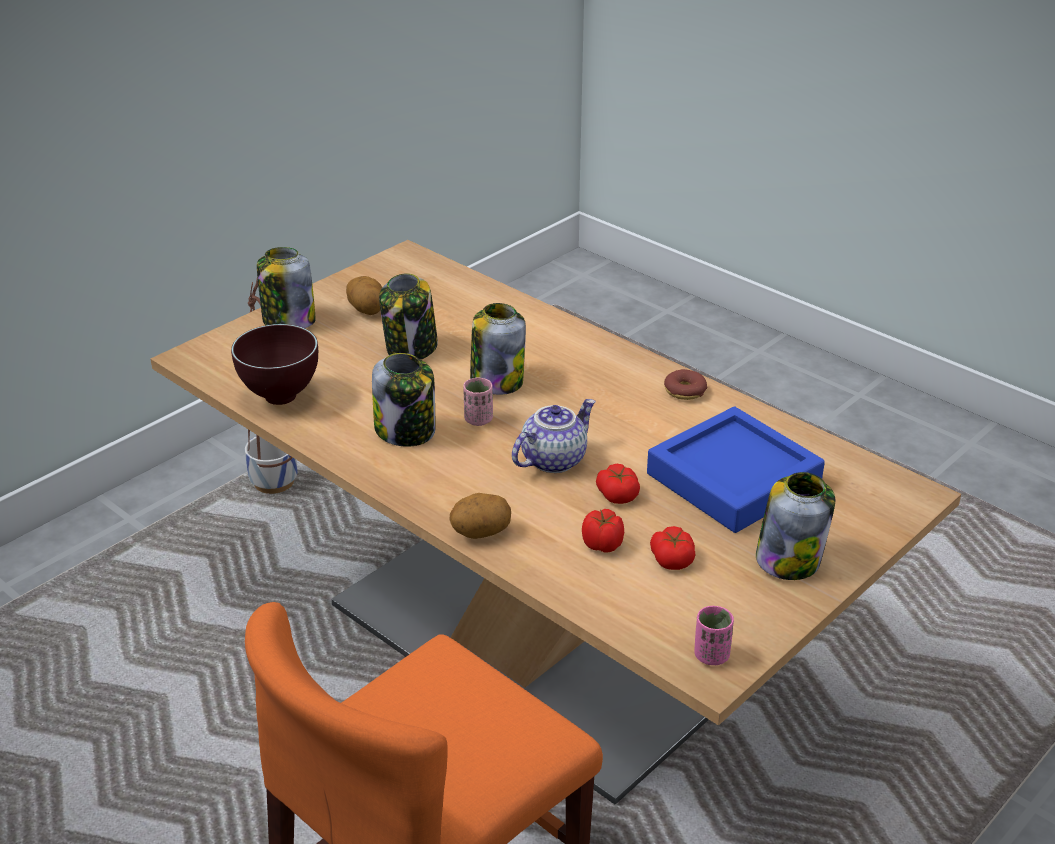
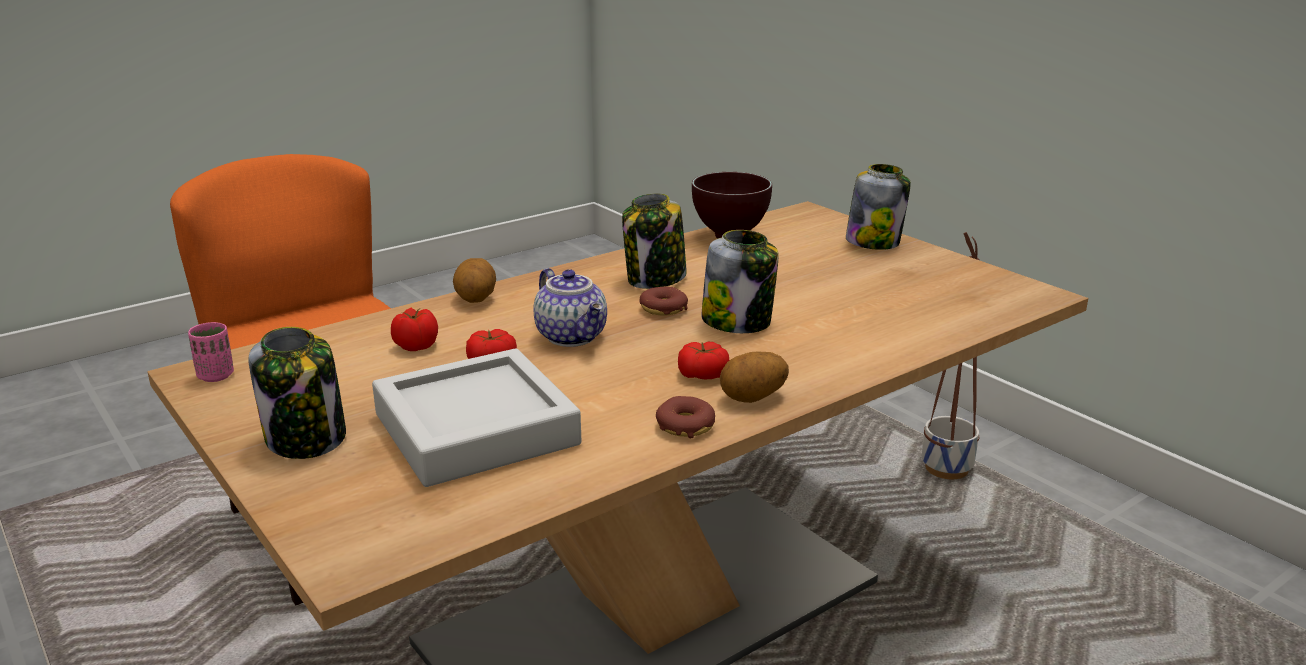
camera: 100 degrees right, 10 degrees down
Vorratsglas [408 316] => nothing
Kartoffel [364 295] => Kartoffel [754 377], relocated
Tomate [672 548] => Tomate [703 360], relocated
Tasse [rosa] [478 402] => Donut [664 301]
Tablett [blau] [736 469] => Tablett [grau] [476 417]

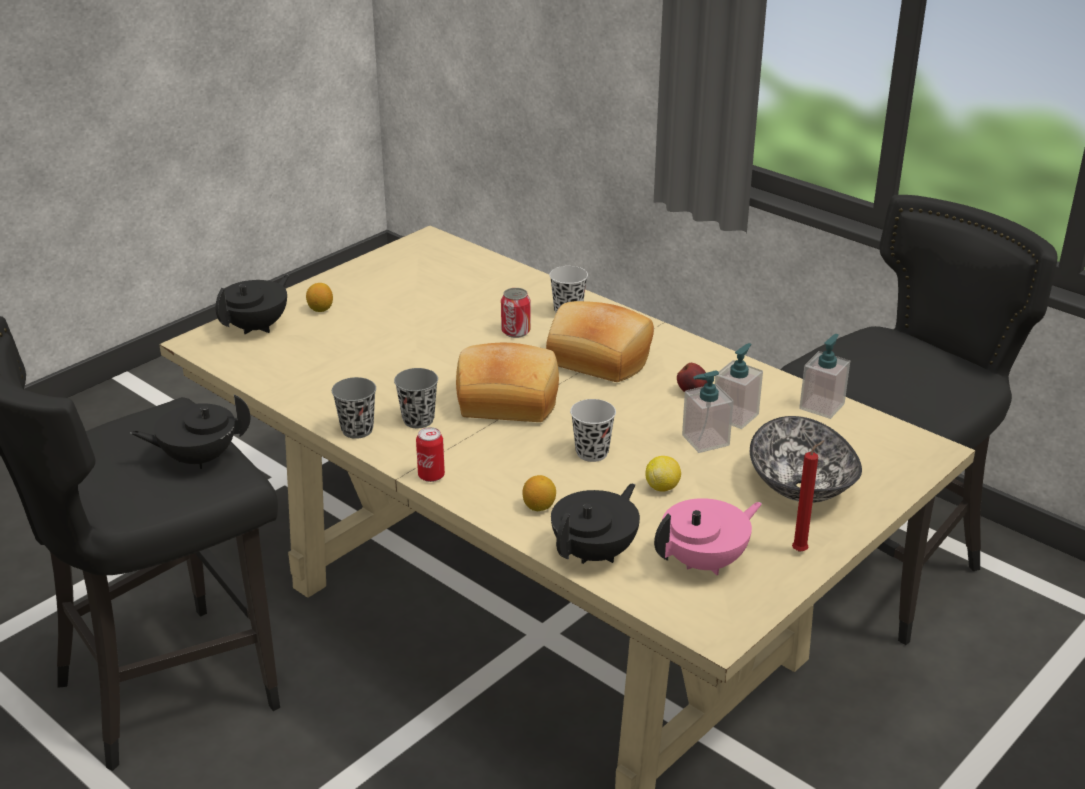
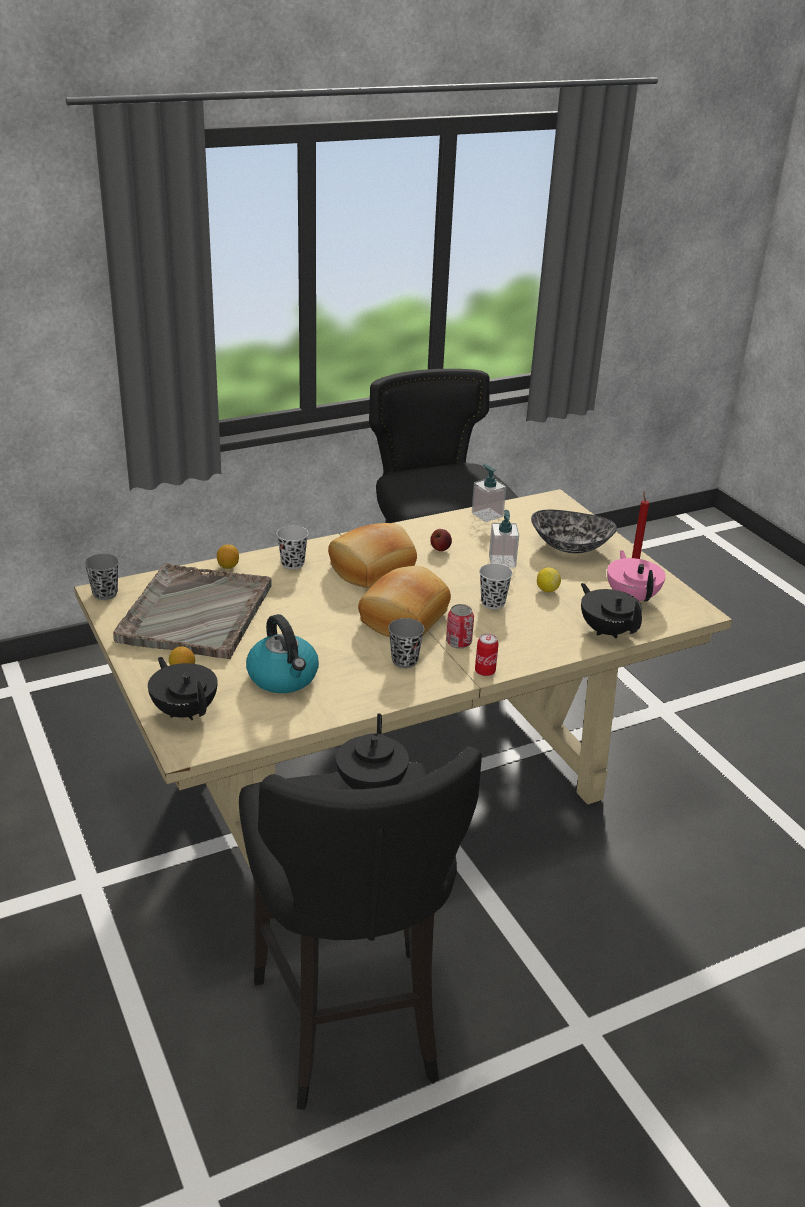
camera: 70 degrees left, 0 degrees up
Seifenspender [739 386] => nothing
nothing => Tablett [grau] [192 611]
nothing => Wasserkessel [282 653]
Tasse [grau] [354 408] => Tasse [grau] [101 577], relocated
Dose [516 313] => Dose [460 626], relocated
Zitrone [539 493] => Zitrone [228 556], relocated

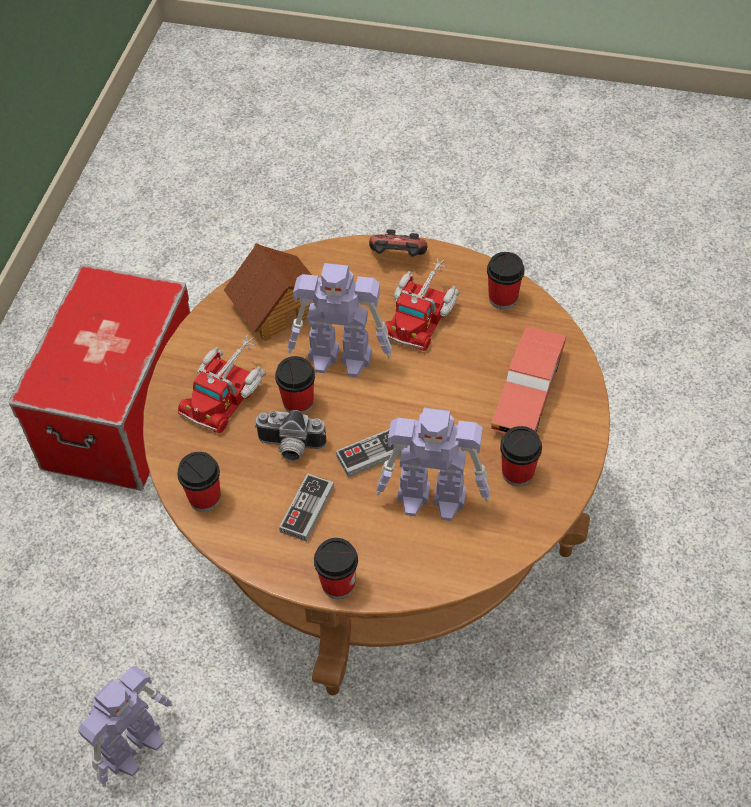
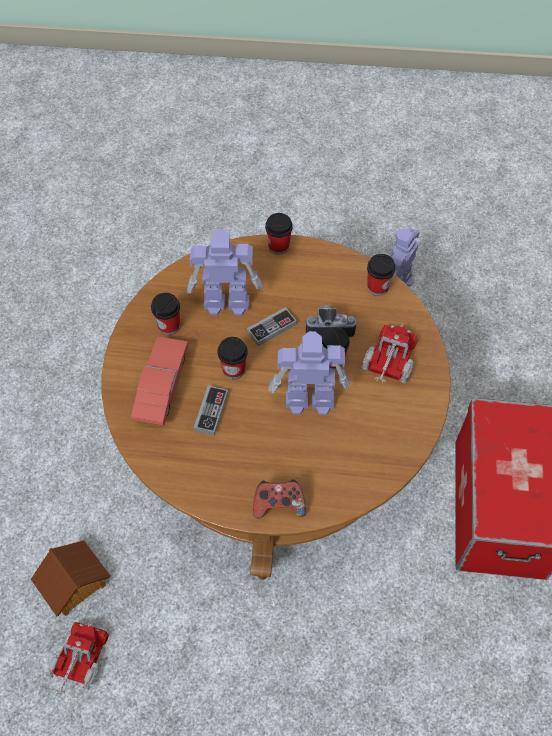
camera: 170 degrees right, 5 degrees up
Spielzeughaus [269 292] => Spielzeughaus [70 578], relocated
Gamepad [306 507] => Gamepad [211 411], relocated
Spielzeuglaster [422 304] => Spielzeuglaster [77 660], relocated
Tasse [506 281] => Tasse [233 358], relocated

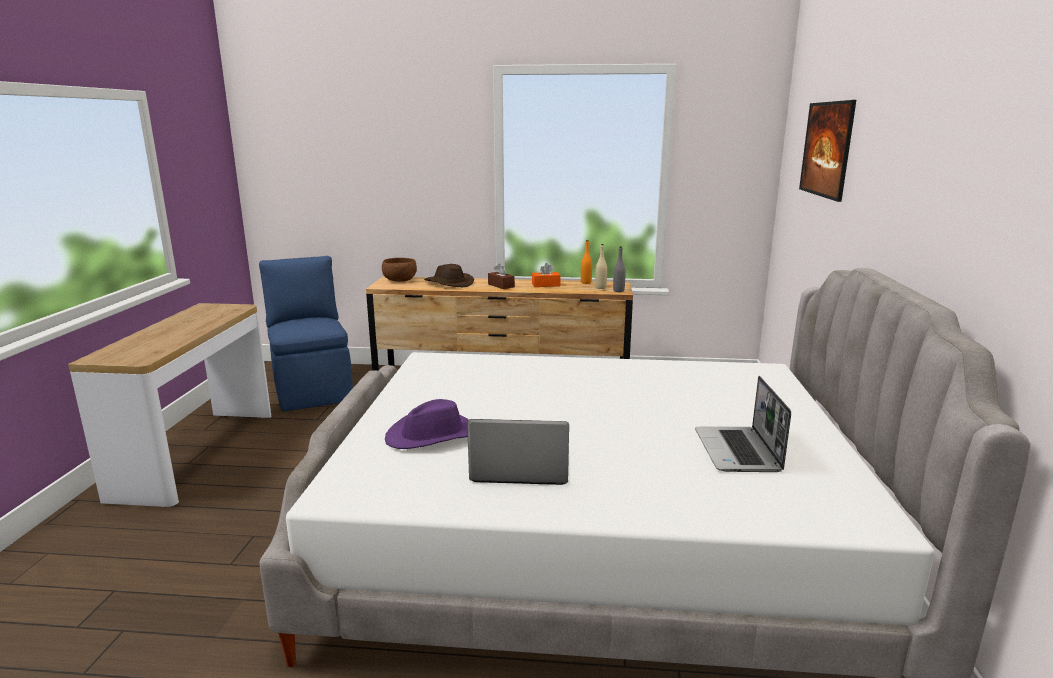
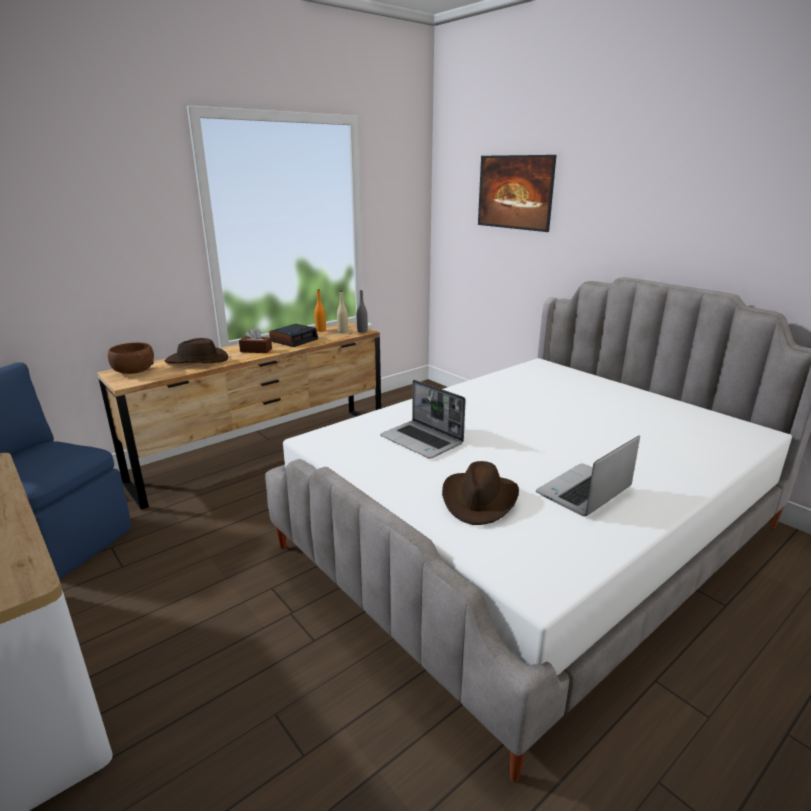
camera: 45 degrees left, 5 degrees up
Laptop [743 424] => Laptop [423 419], relocated
Taschentuchbox [orange] [546 275] => Wecker [293 335]
Hut [lila] [427 424] => Hut [braun] [480 493]

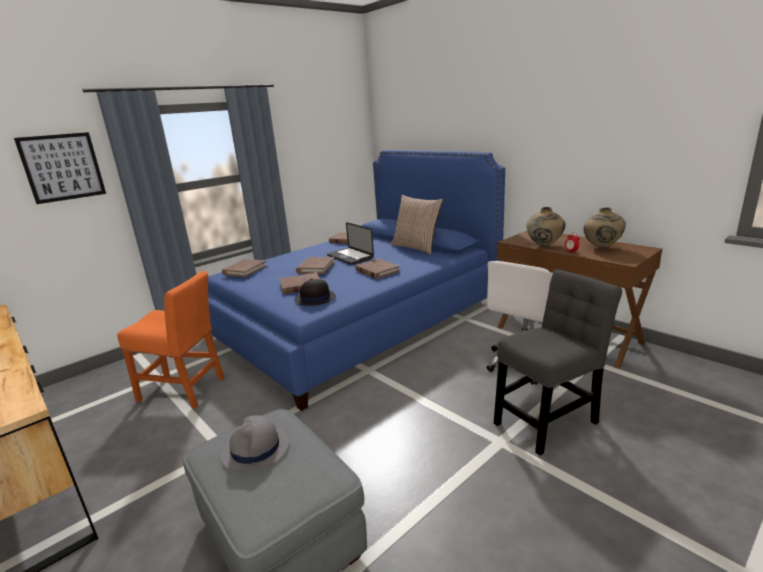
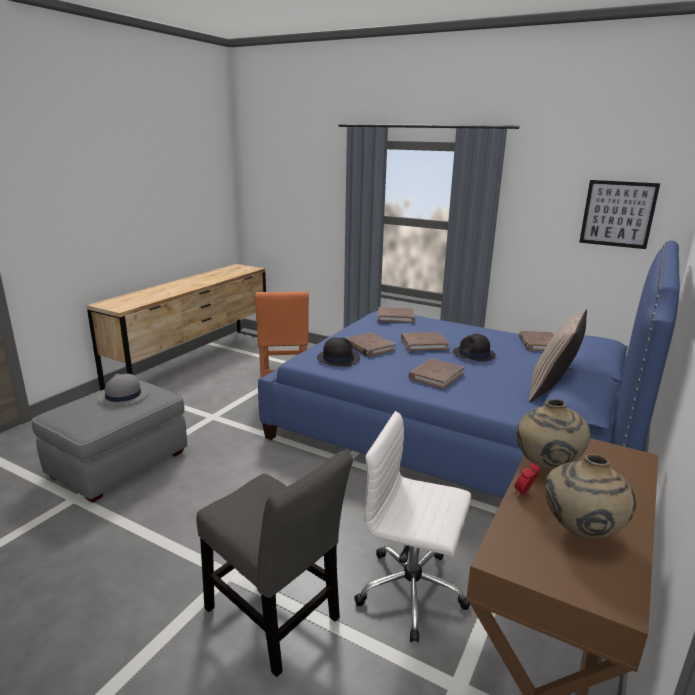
camera: 70 degrees right, 0 degrees up
Bild [60 168] => Bild [619 214], relocated
Laptop [350 243] => Hut [schwarz] [474 347]

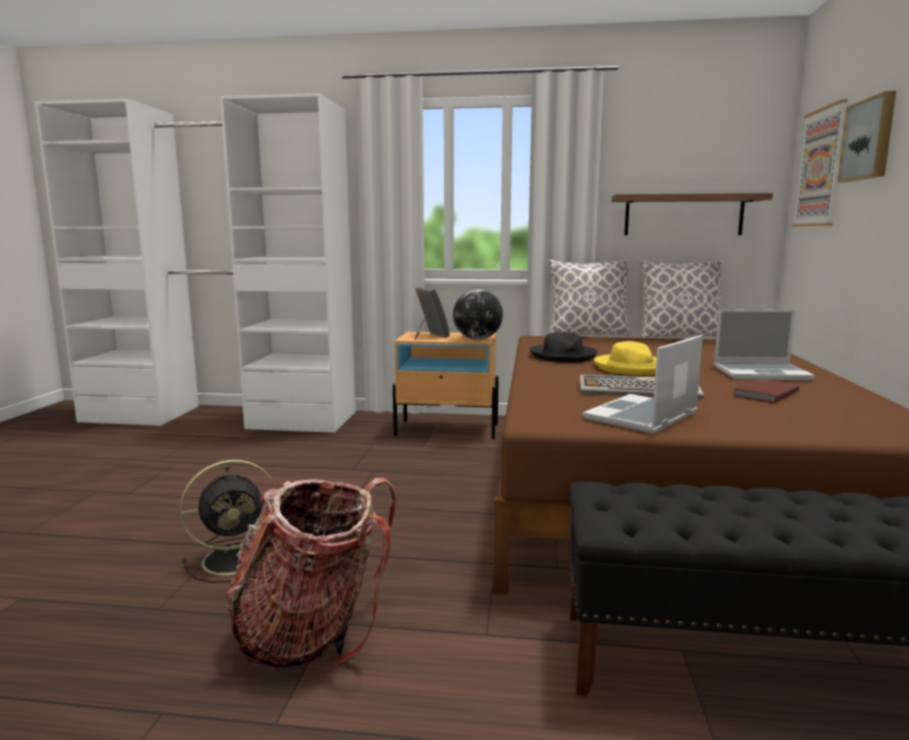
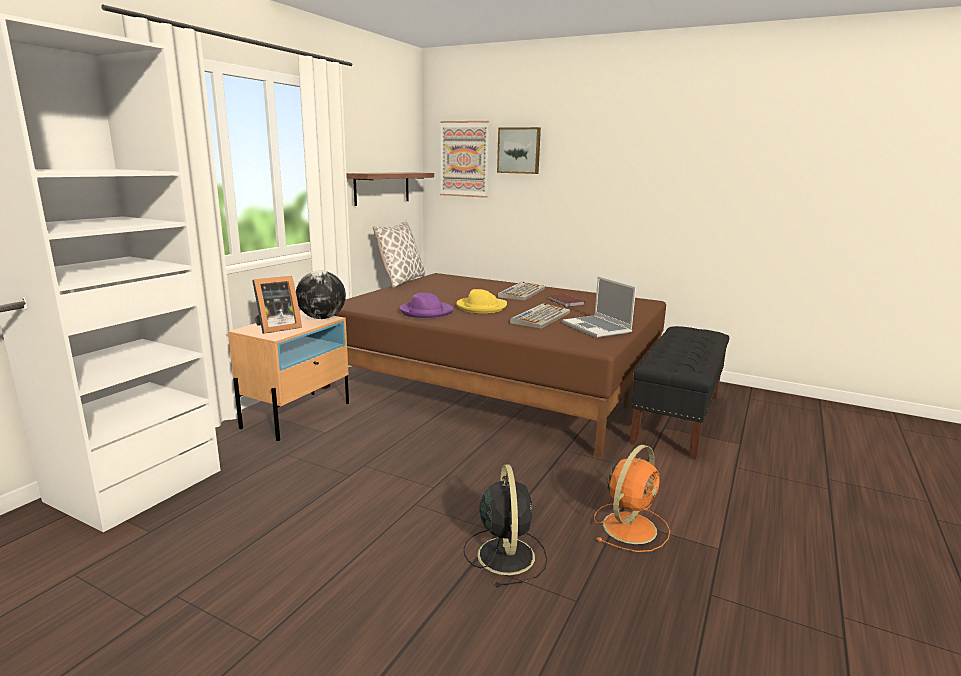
camera: 70 degrees left, 5 degrees up
Kissen [589 298] => nothing
Rucksack [311 574] => Ventilator [orange] [632 498]
Laptop [764 344] => Tastatur [521 291]
Hut [schwarz] [563 347] => Hut [lila] [427 305]
Bilderrahmen [432 313] => Bilderrahmen [277 305], 150 degrees clockwise

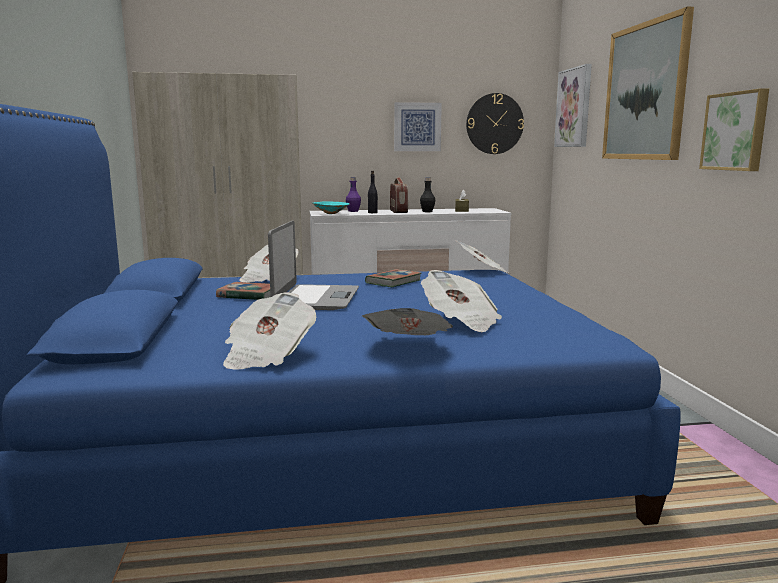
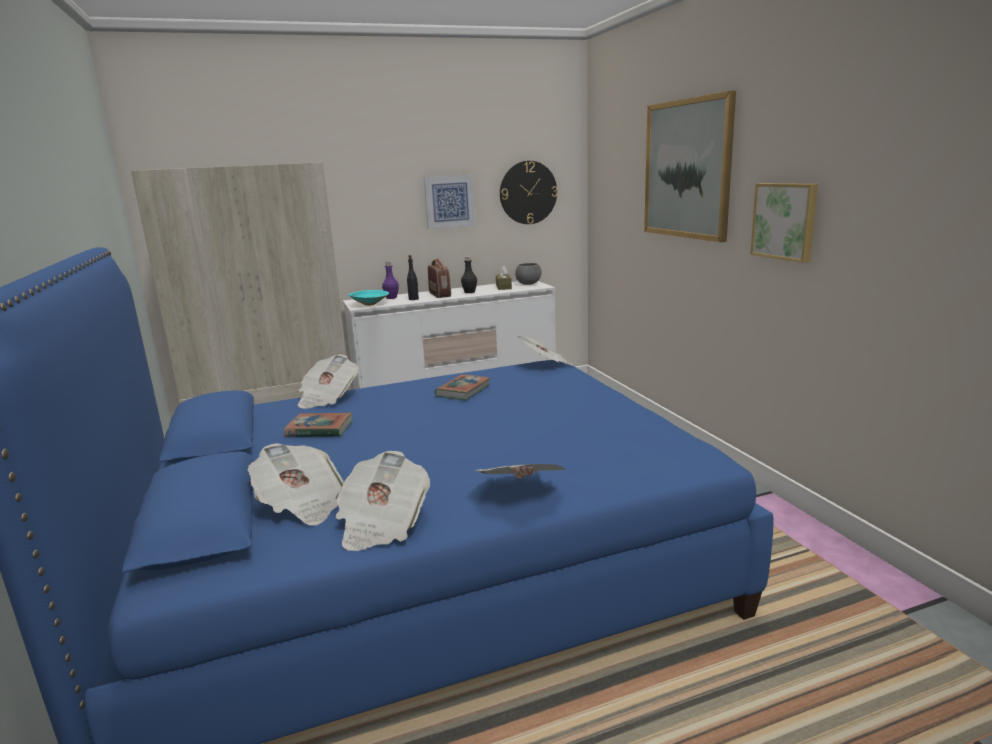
camera: 10 degrees left, 5 degrees up
Laptop [313 265] => nothing
Bild [573 105] => nothing
nothing => Schüssel [grau] [528 274]
Zeitung [461 301] => Zeitung [296 484], relocated

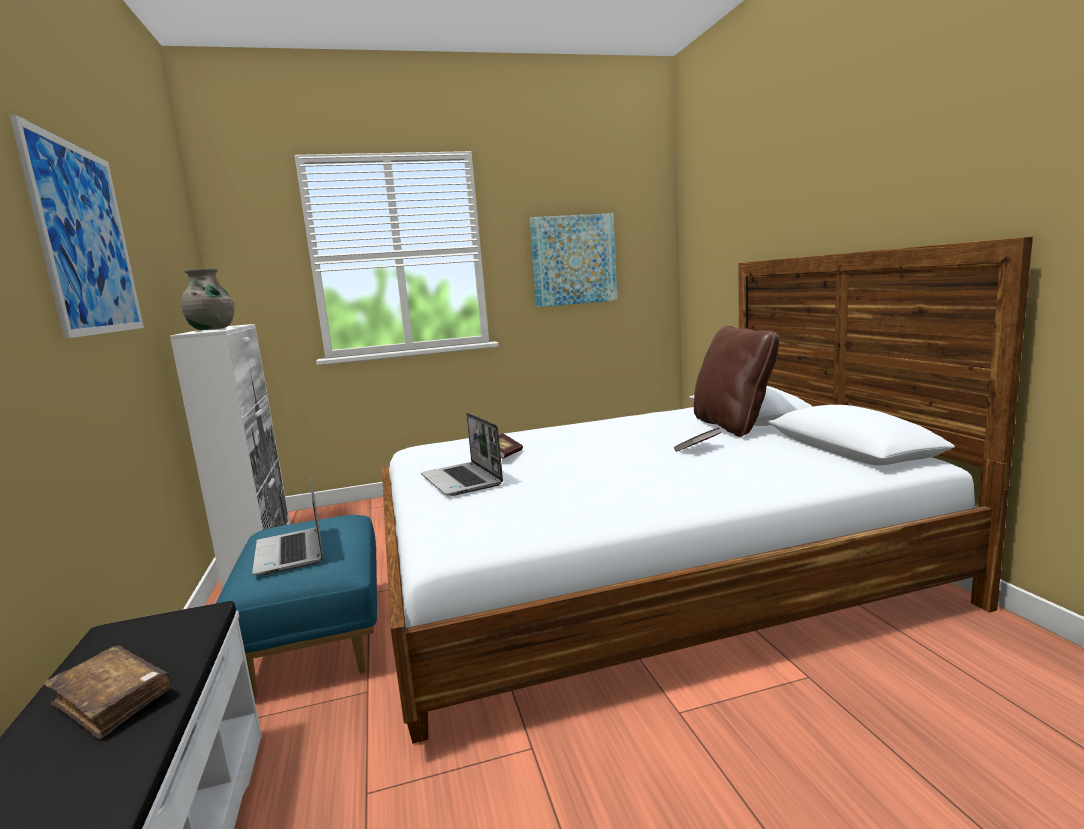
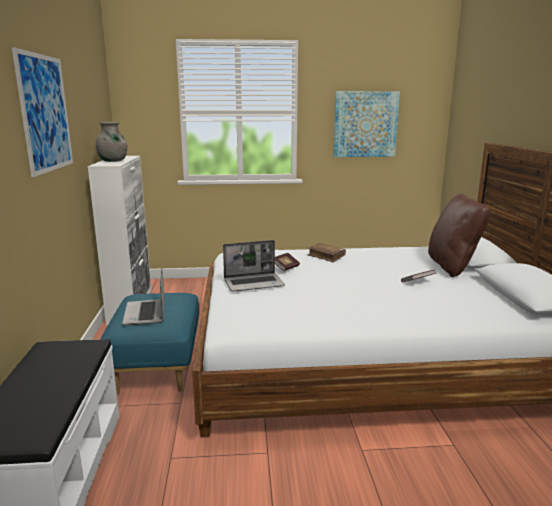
camera: 10 degrees right, 5 degrees up
Buch [braun] [108 693] => Buch [braun] [327 252], relocated
Laptop [462 454] => Laptop [254 265], 90 degrees counterclockwise

